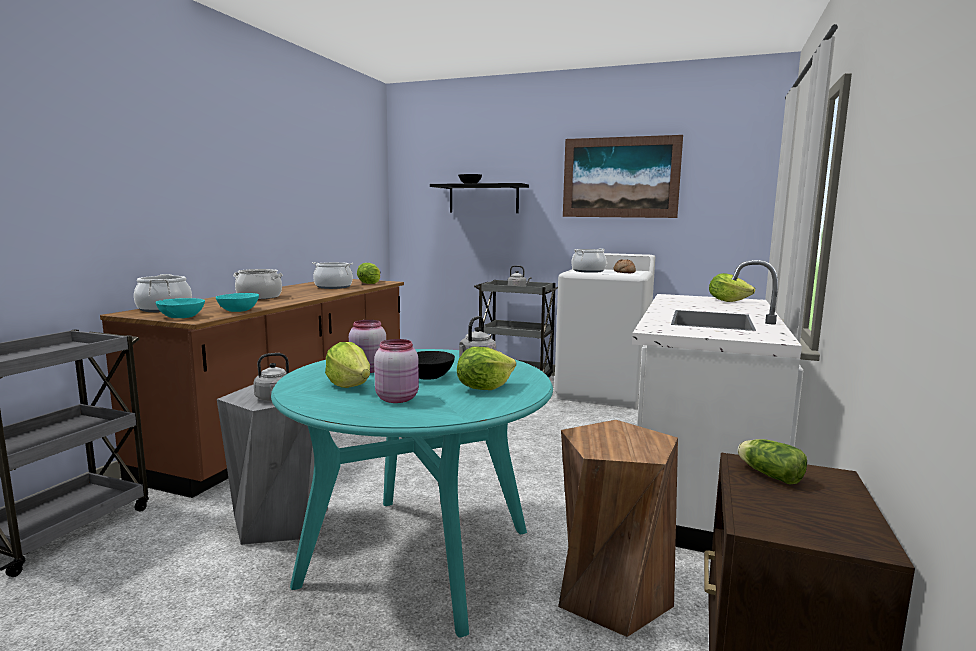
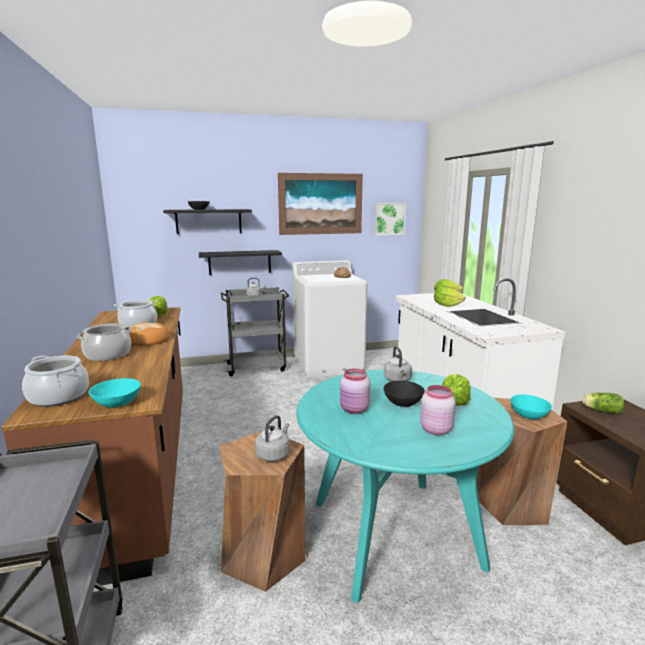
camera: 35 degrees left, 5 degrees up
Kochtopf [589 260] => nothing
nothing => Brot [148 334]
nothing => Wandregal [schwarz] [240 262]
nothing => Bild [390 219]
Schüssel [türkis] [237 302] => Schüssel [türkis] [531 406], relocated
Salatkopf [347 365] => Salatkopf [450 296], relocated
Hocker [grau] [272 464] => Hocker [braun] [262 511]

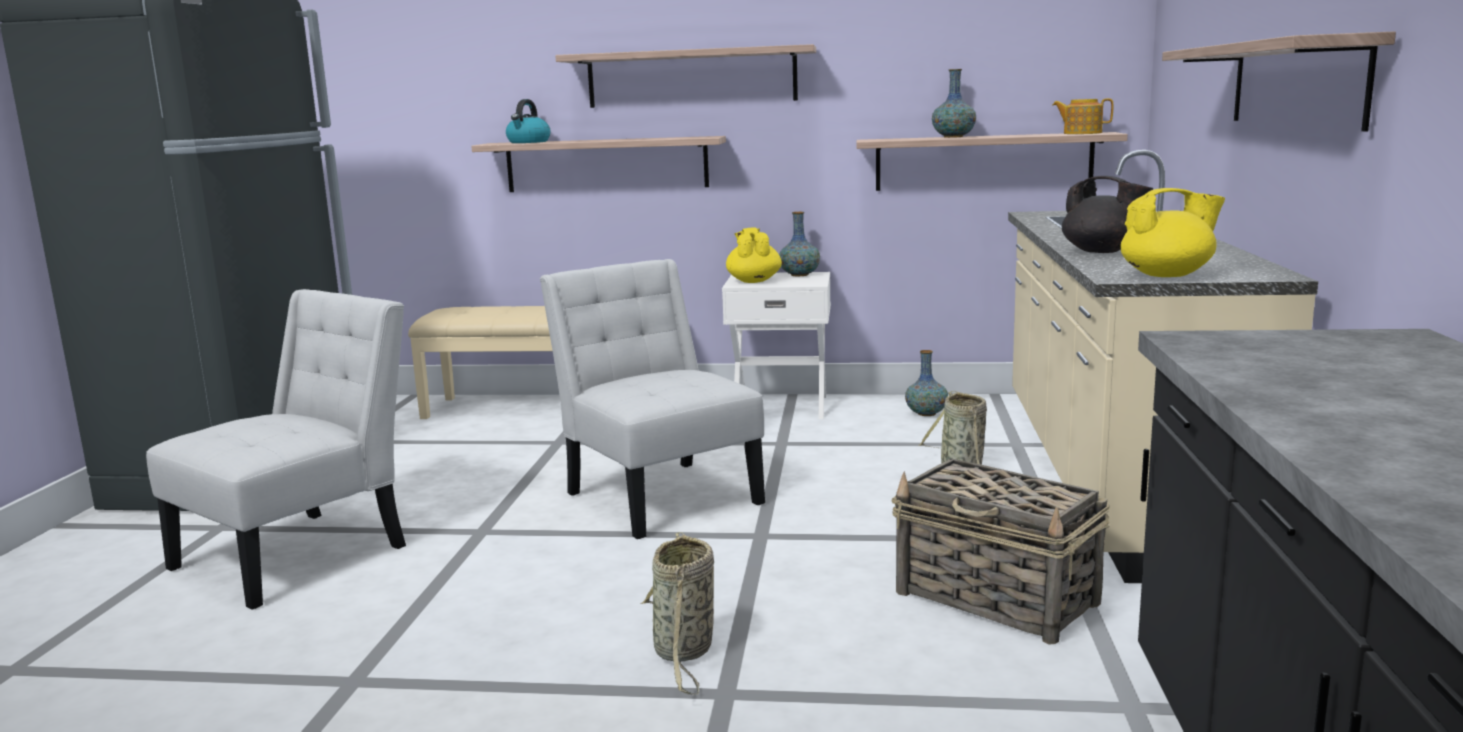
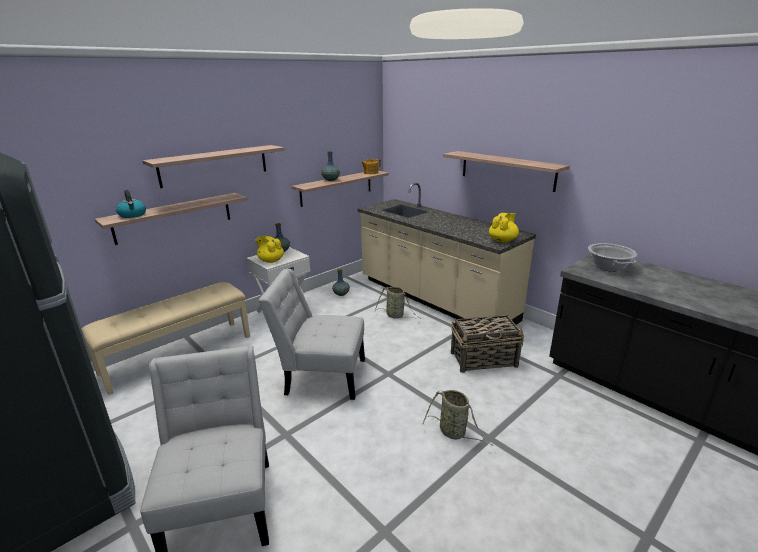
camera: 50 degrees left, 10 degrees up
Teekanne [schwarz] [1107 214] => nothing
nothing => Kochtopf [612 257]

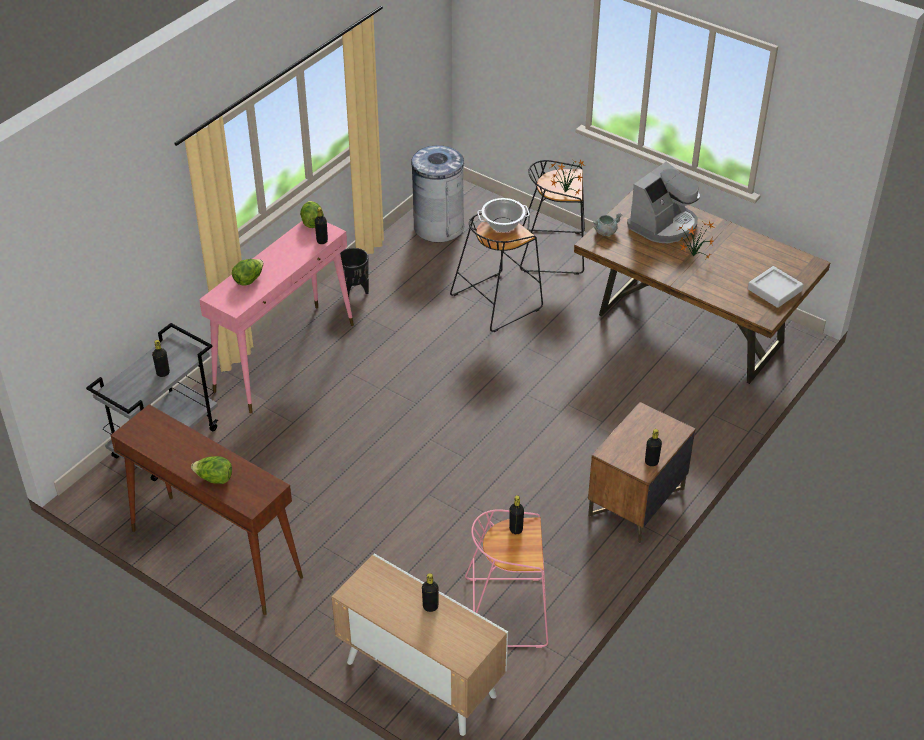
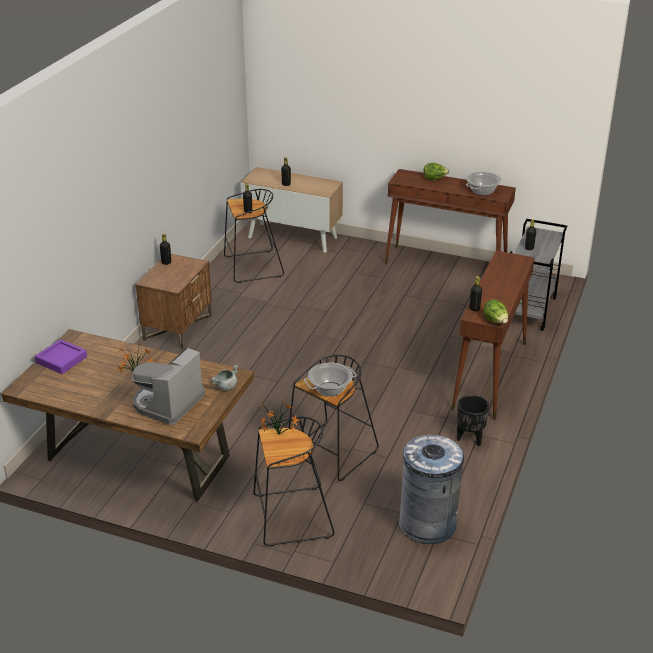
camera: 165 degrees right, 10 degrees down
Salatkopf [247 272] => nothing
nothing => Kochtopf [483 184]
Konsolentisch [rosa] [276 317] => Konsolentisch [braun] [493 335]
Hocker [rosa] [506 578] => Hocker [schwarz] [254 236]
Tablett [grau] [775 287] => Tablett [lila] [61 356]

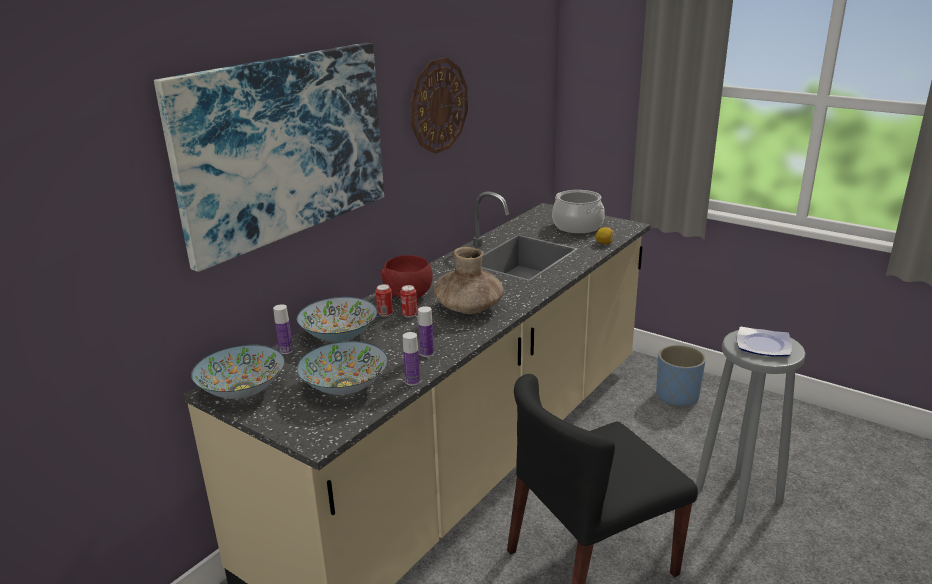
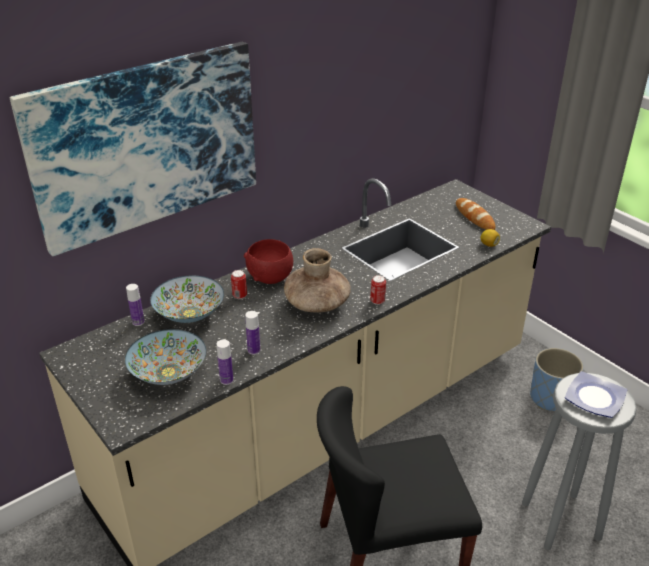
camera: 15 degrees right, 10 degrees up
Schüssel [238 371] => nothing
Wanduhr [439 106] => nothing
Dose [408 301] => Dose [378 290], relocated
Kochtopf [578 211] => Brot [476 214]

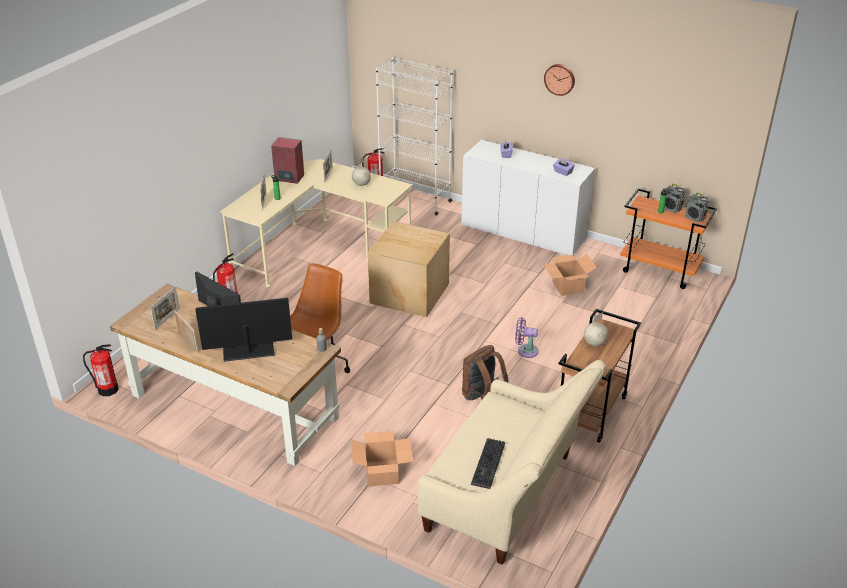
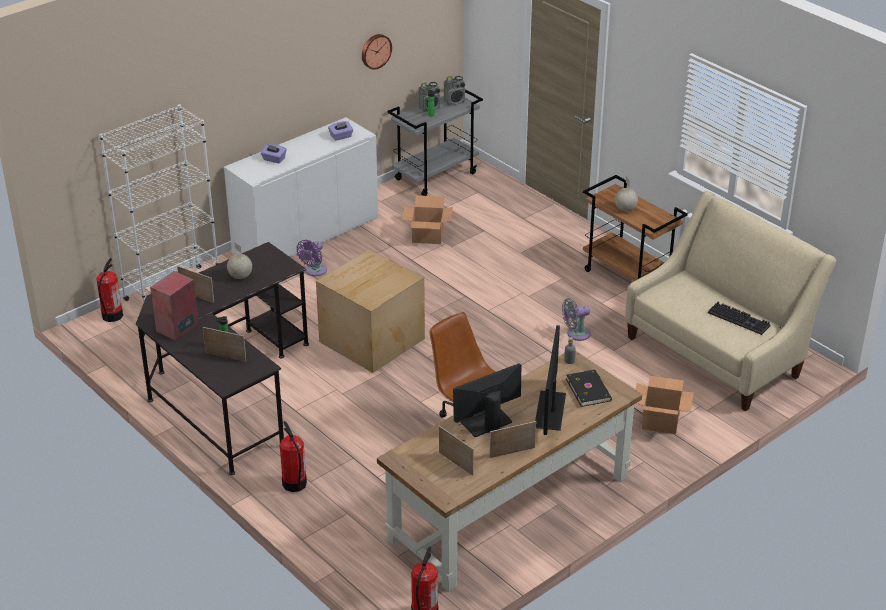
camera: 70 degrees left, 0 degrees up
nothing => Buch [schwarz] [589 388]
Ventilator [lila] [527 337] => Ventilator [lila] [311 258], relocated
Wanduhr [559 80] => Wanduhr [377 52], relocated
Rucksack [braun] [485 372] => Ventilator [grau] [576 319]
Schreibtisch [beige] [316 223] => Schreibtisch [schwarz] [222 358]
Rollwagen [orange] [668 238] => Rollwagen [grau] [435 142]

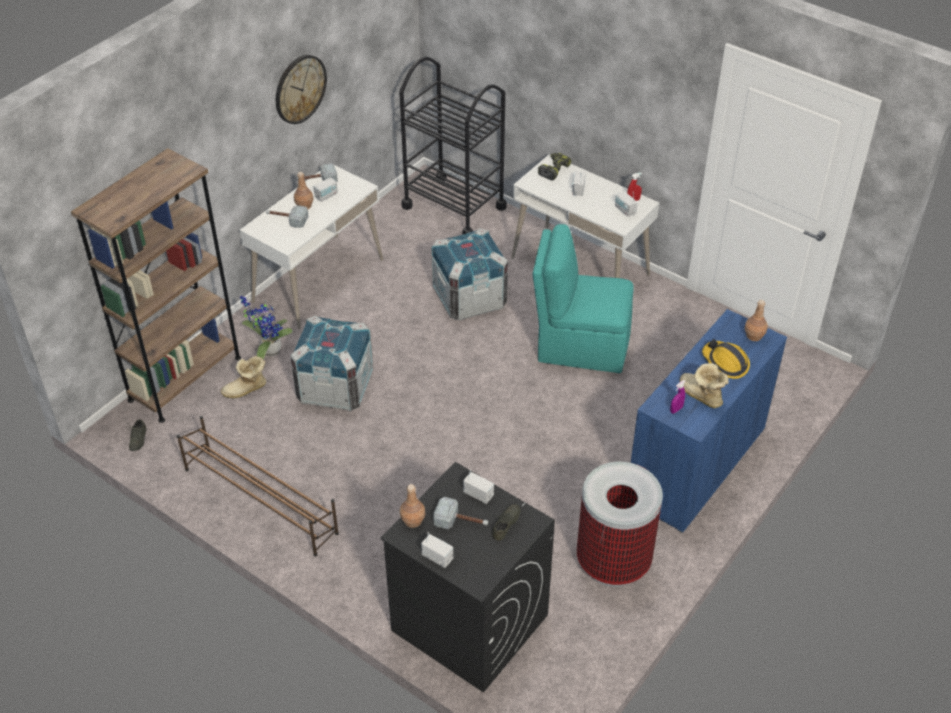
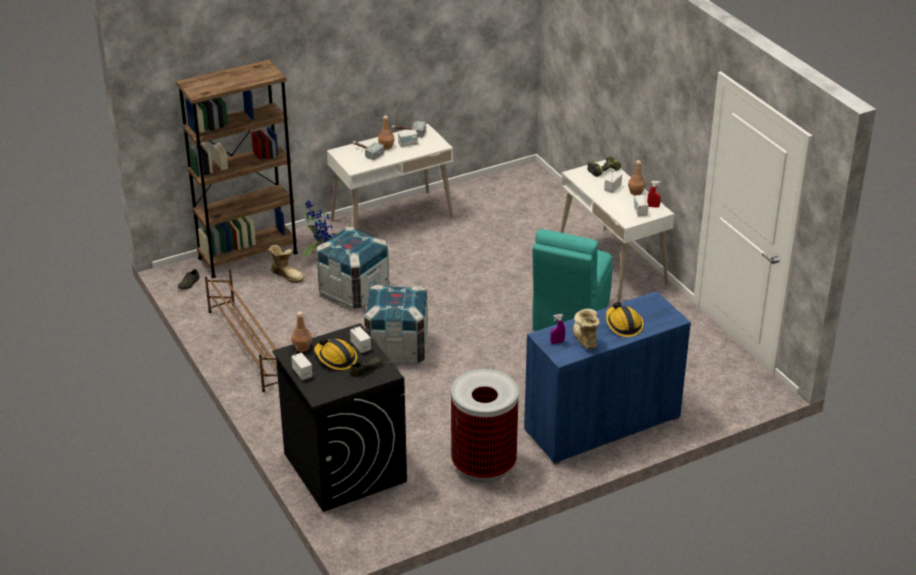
camera: 25 degrees right, 10 degrees down
Wanduhr [301 89] => nothing
Rollwagen [schwarz] [453 146] => nothing
Kiste [469 274] => Kiste [396 325], relocated
Flasche [braun] [756 320] => Flasche [braun] [636 177], relocated
Hammer [460 513] => Schutzhelm [335 353]
Stiefel [243 377] => Stiefel [286 264], 150 degrees counterclockwise
Stuhl [türkis] [583 298] => Stuhl [türkis] [572 280], 105 degrees counterclockwise

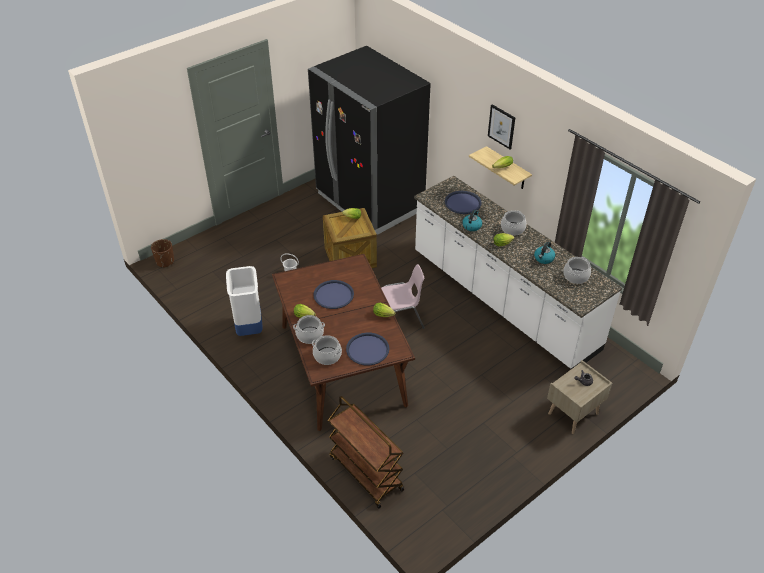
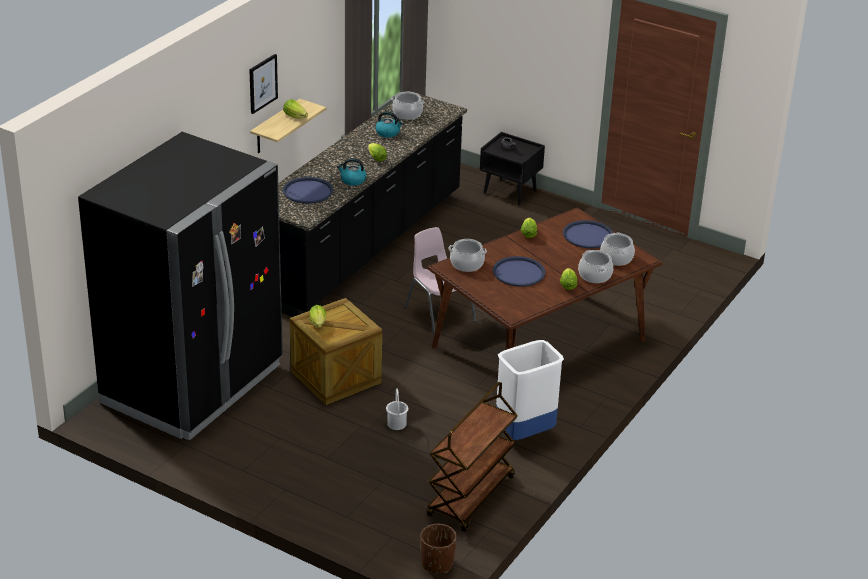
camera: 110 degrees left, 10 degrees down
Rollwagen [braun] [366 452] => Rollwagen [braun] [472 457], relocated
Kochtopf [513 223] => Kochtopf [467 255], relocated
Küchenzeile [weiß] [518 272] => Küchenzeile [schwarz] [372 204]
Nachttisch [beige] [579 397] => Nachttisch [schwarz] [512 168]

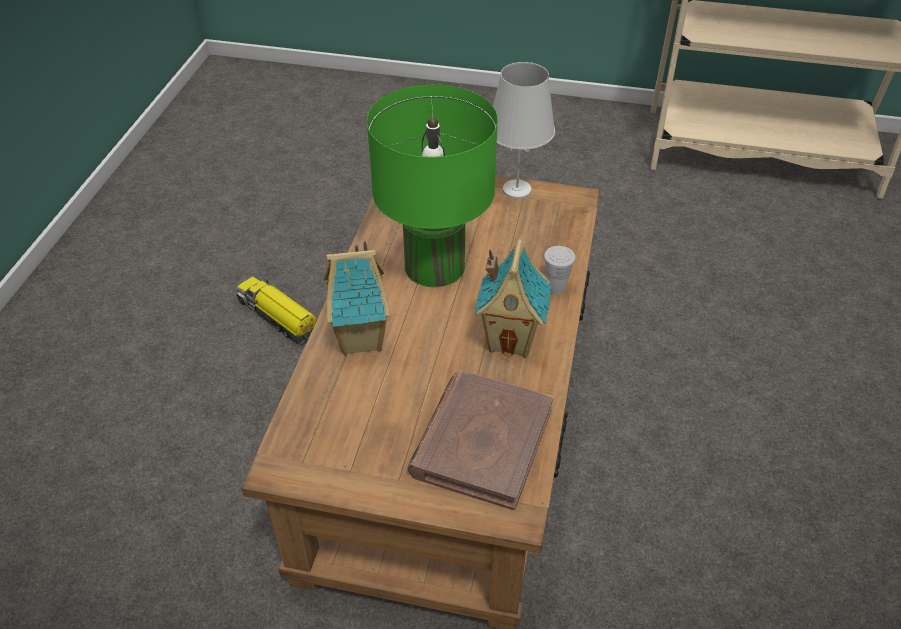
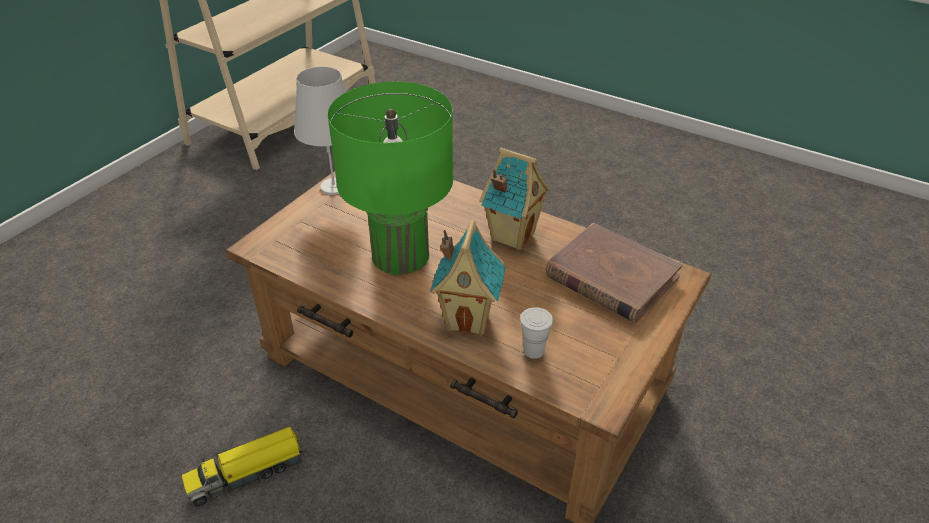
camera: 70 degrees left, 5 degrees down
Tasse [weiß] [560 270] => Tasse [weiß] [536 333], relocated

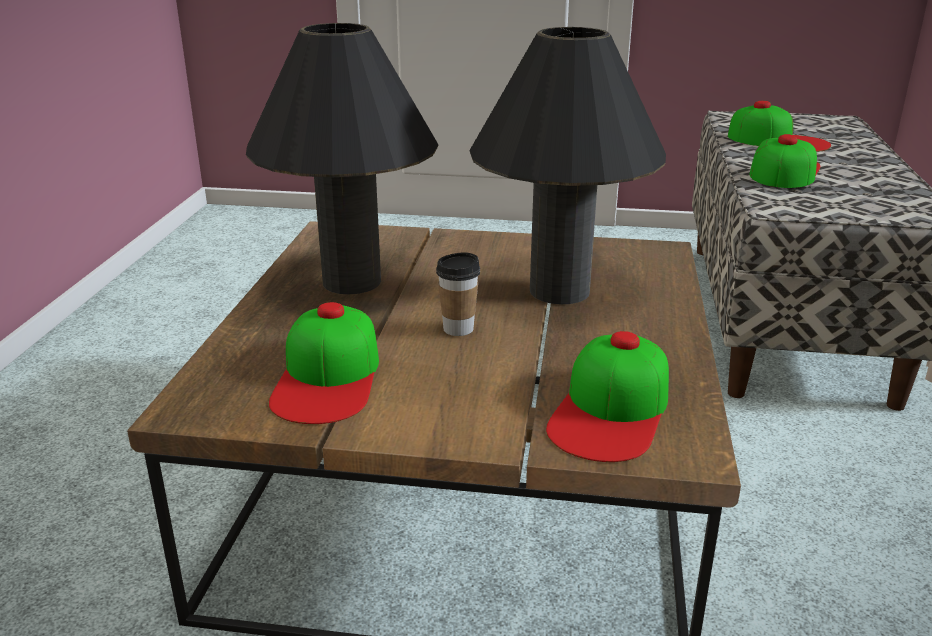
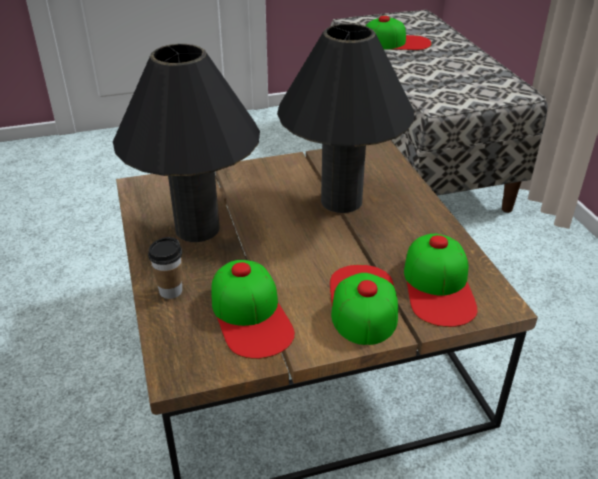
camera: 25 degrees left, 10 degrees up
Tasse [458 294] => Tasse [165 268], relocated
Kappe [785 161] => Kappe [364 305], relocated

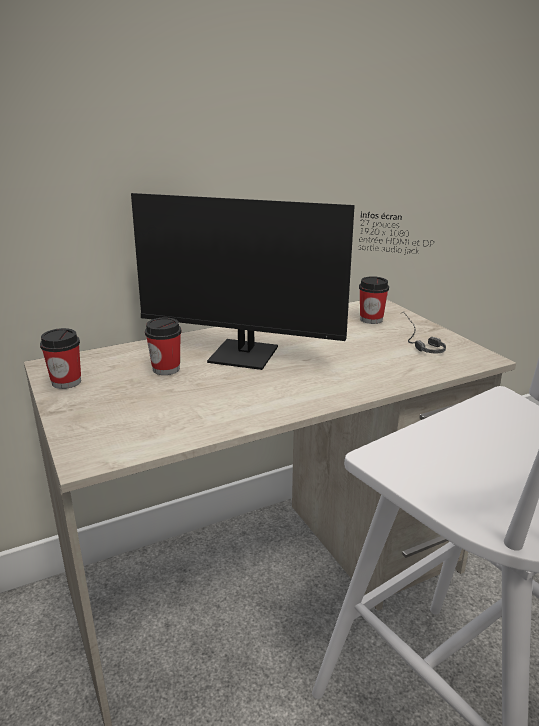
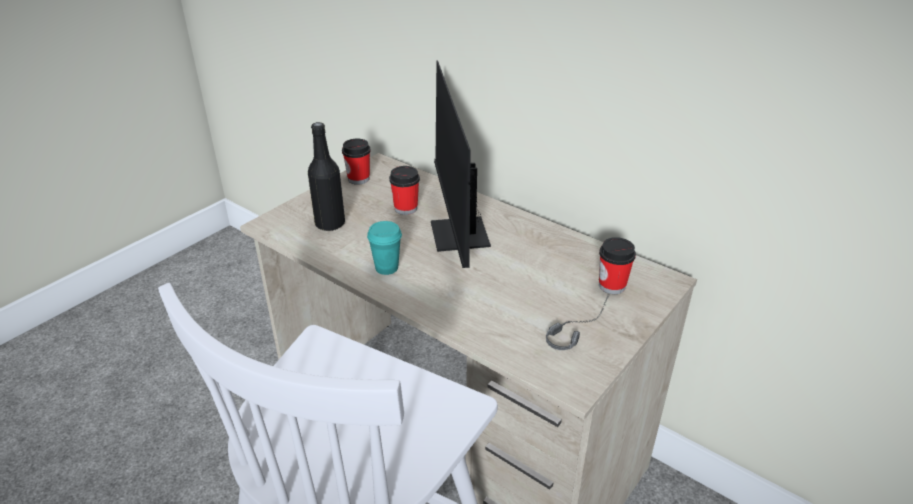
camera: 65 degrees right, 10 degrees up
nothing => Flasche [schwarz] [326 176]
nothing => Tasse [türkis] [384 248]

